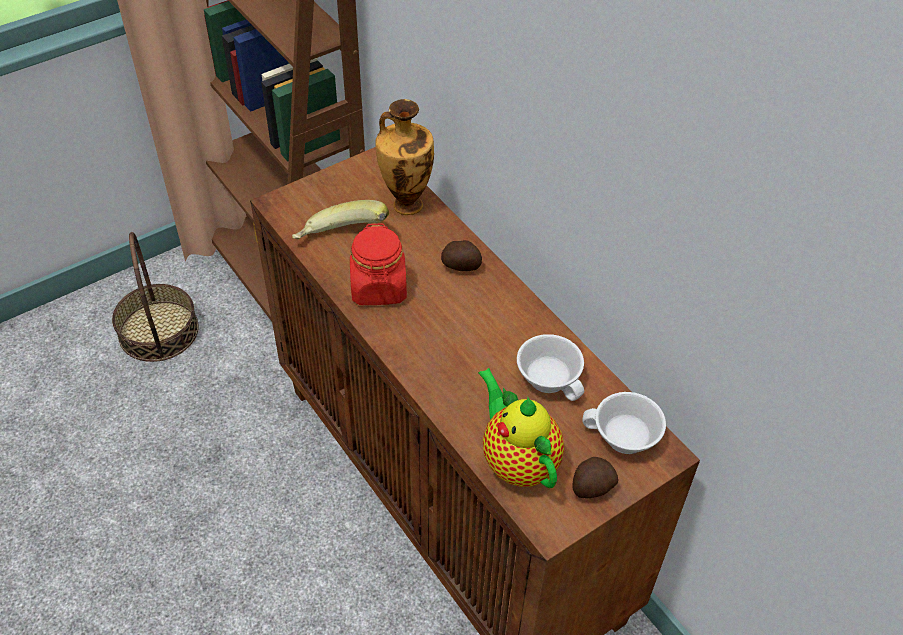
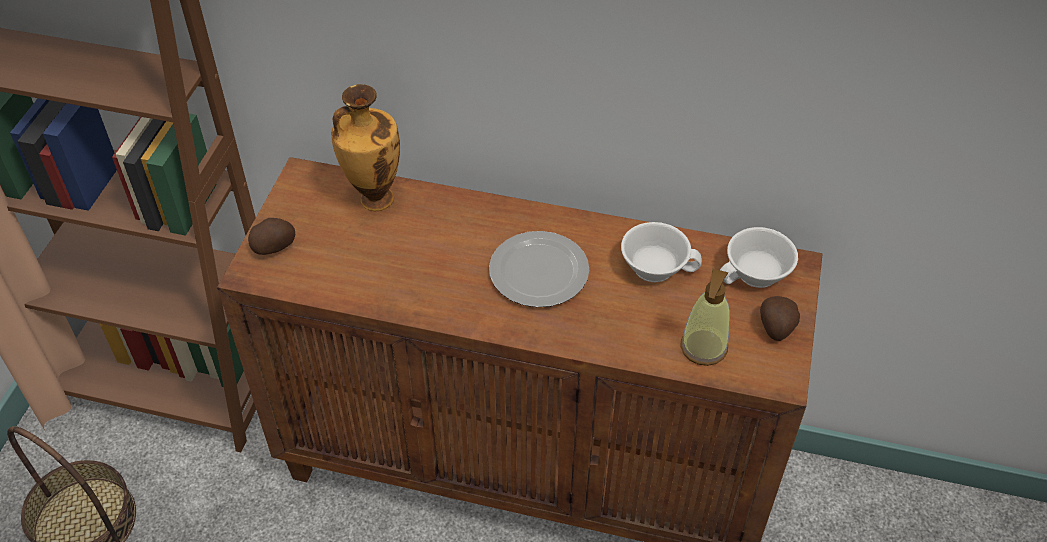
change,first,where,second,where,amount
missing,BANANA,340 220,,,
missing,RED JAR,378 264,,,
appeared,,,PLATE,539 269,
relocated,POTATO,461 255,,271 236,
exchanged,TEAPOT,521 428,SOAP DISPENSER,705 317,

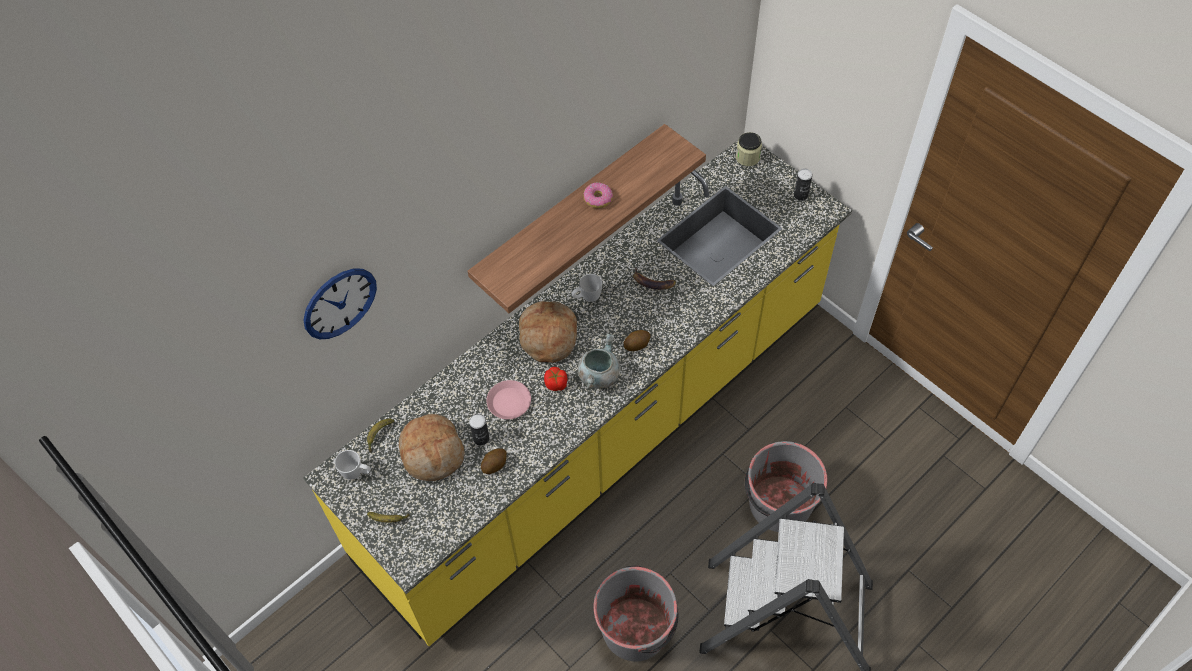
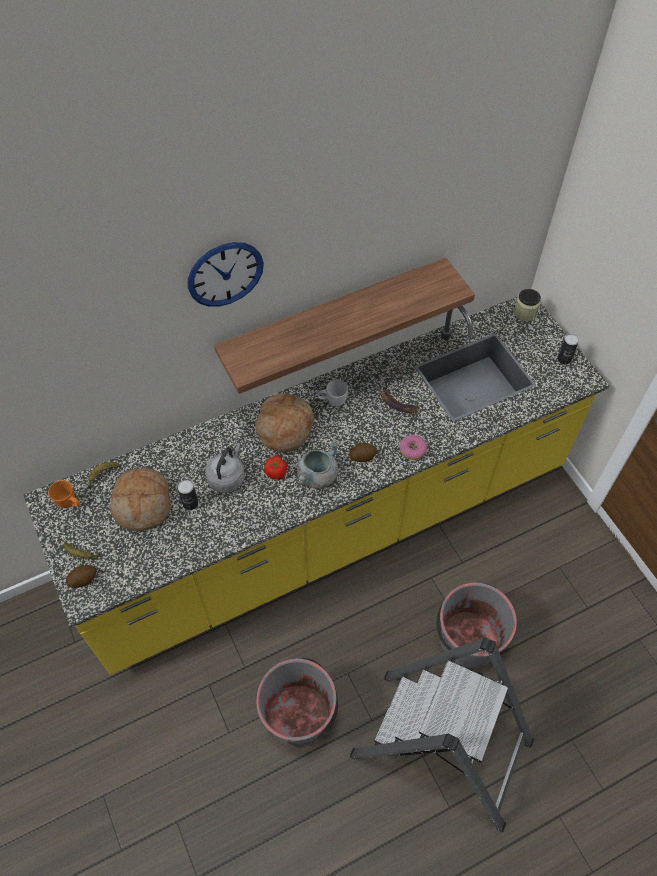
change,first,where,second,where,amount
relocated,WALL CLOCK,340 304,,226 274,
relocated,POTATO,494 461,,81 576,
relocated,DONUT,598 196,,413 447,
exchanged,PINK PLATE,509 399,GREY KETTLE,225 468,
colour,WHITE MUG,353 465,ORANGE MUG,64 494,

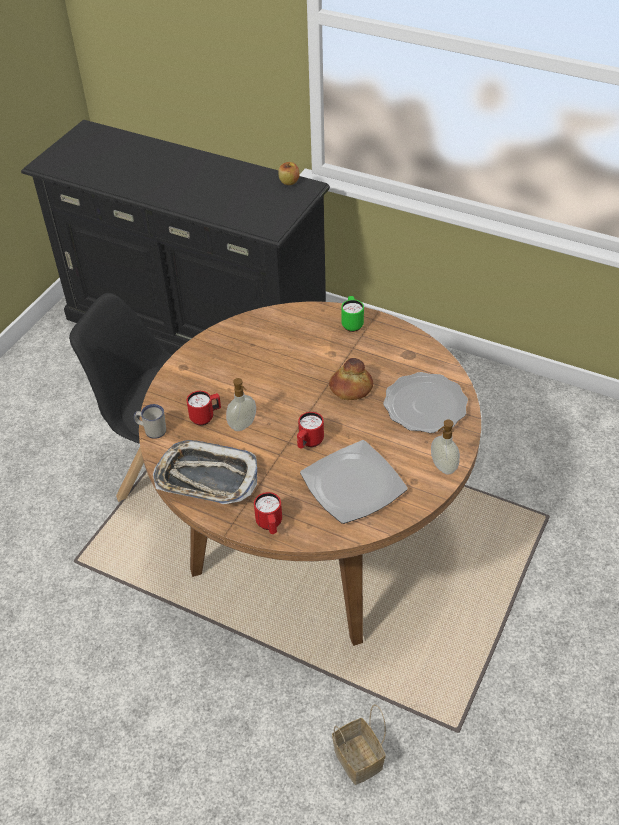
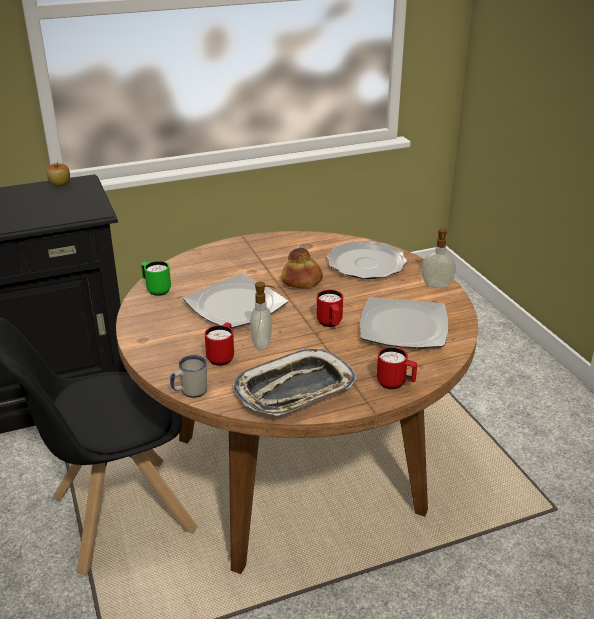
change,first,where,second,where,amount
missing,BASKET,359 744,,,
appeared,,,PLATE,235 301,
relocated,GREEN MUG,352 314,,156 278,

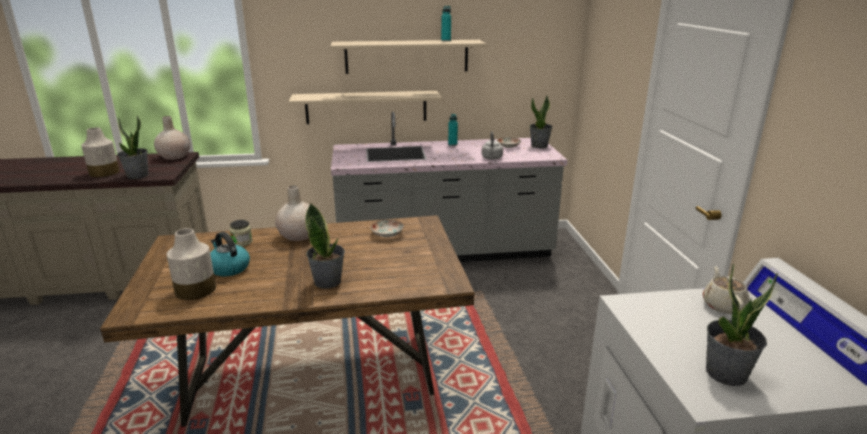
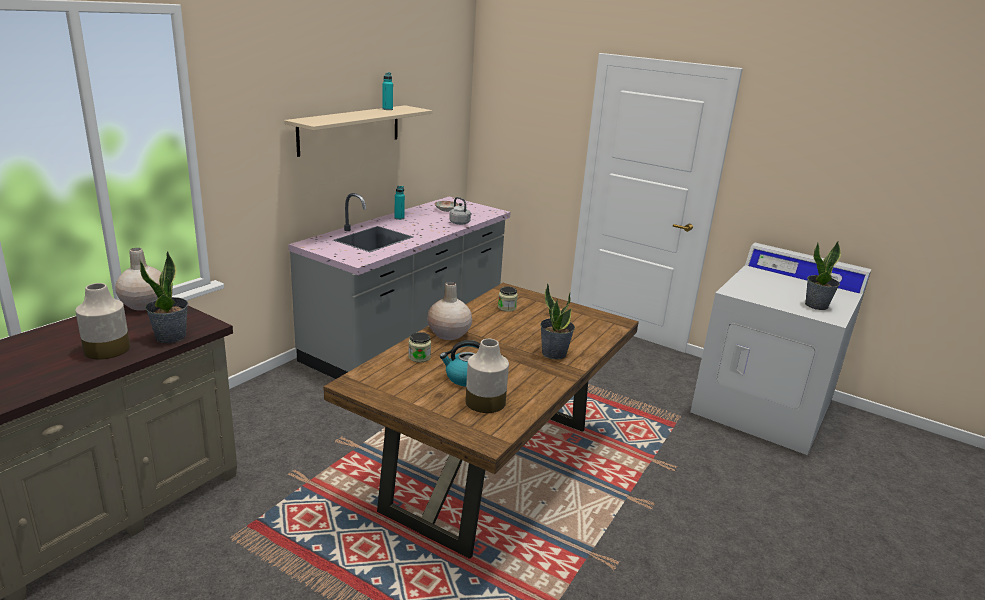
change,first,where,second,where,amount
missing,BEIGE SHELF,365 107,,,
missing,POTTED PLANT,541 121,,,
missing,BEIGE TEAPOT,726 290,,,
exchanged,PLATE,387 228,JAR,508 299,

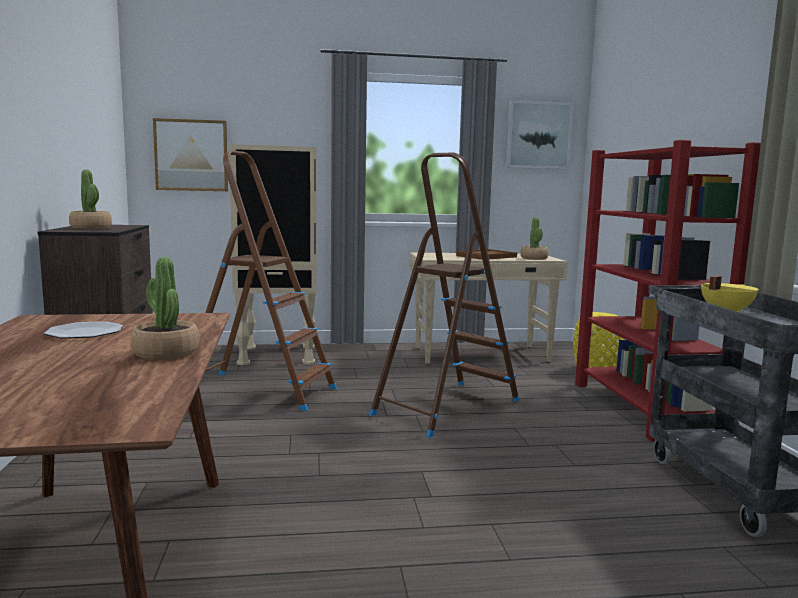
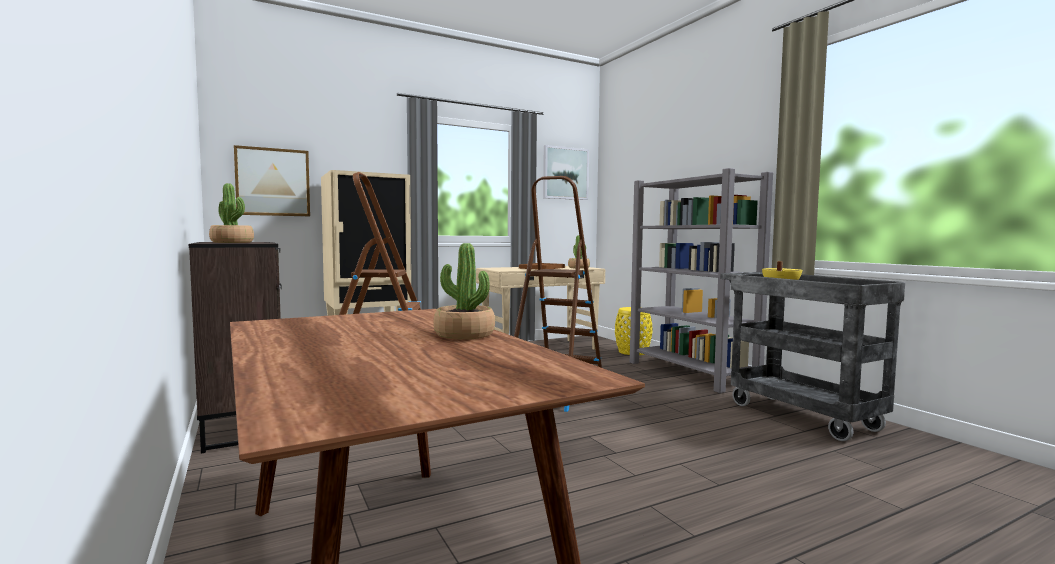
change,first,where,second,where,amount
missing,PLATE,83 329,,,
colour,RED BOOKCASE,668 291,GREY BOOKCASE,701 280,

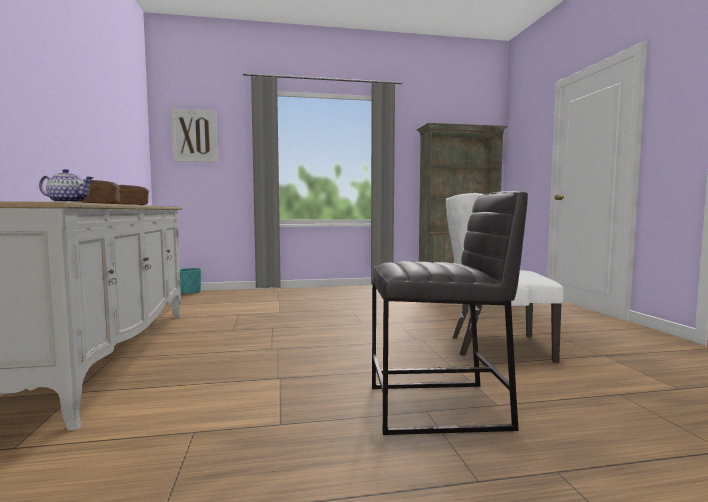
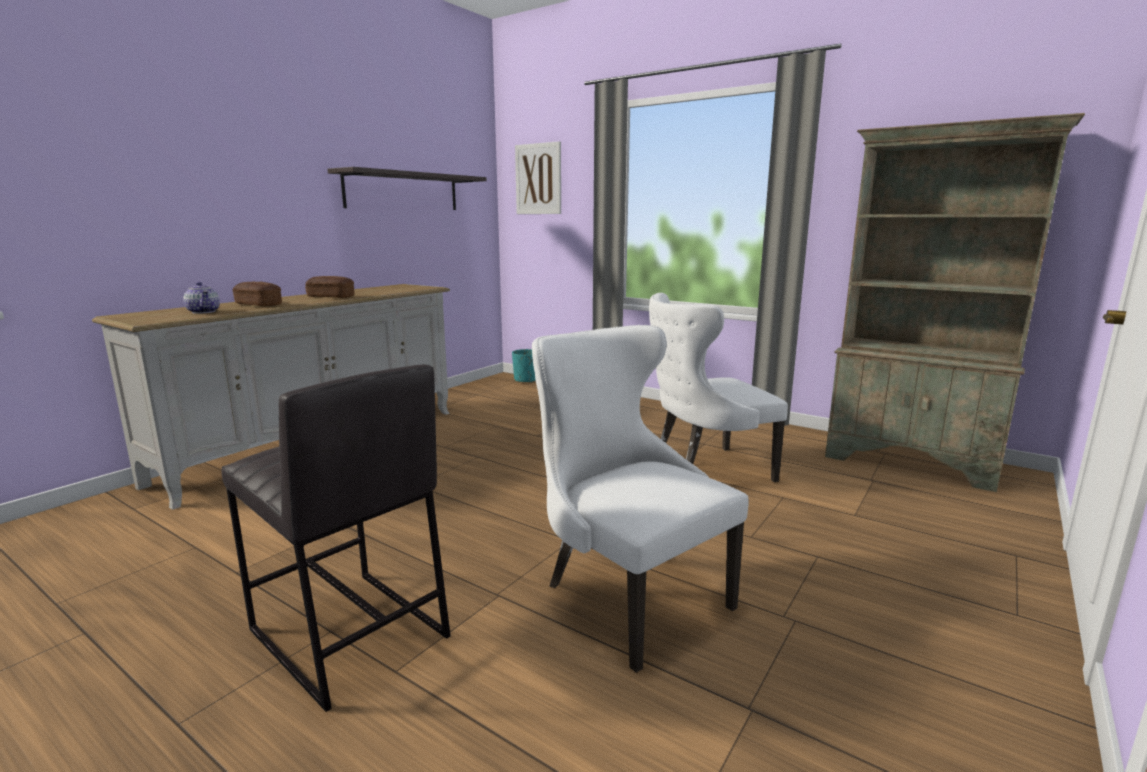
change,first,where,second,where,amount
appeared,,,SHELF,407 188,
appeared,,,WHITE CHAIR,718 387,

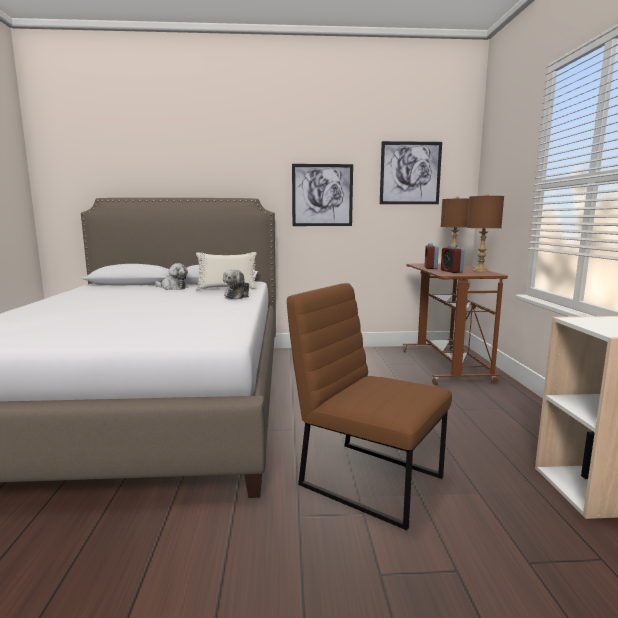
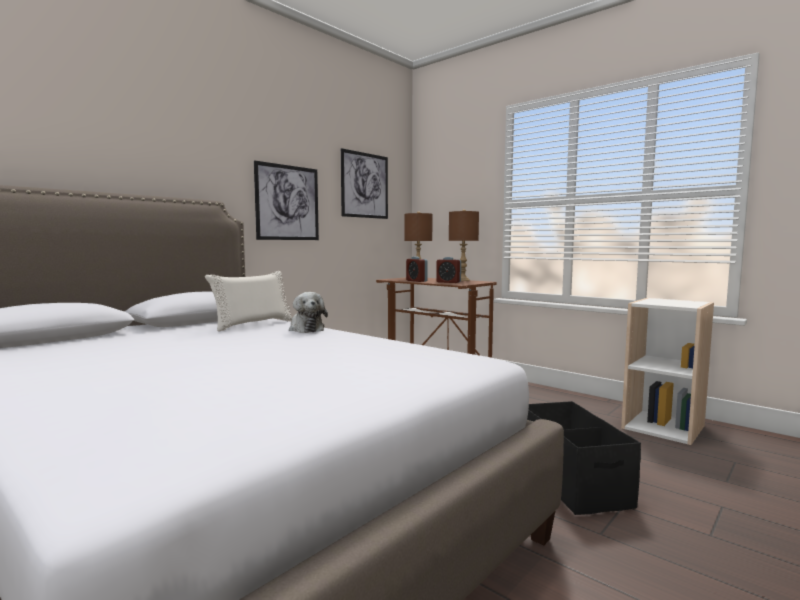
change,first,where,second,where,amount
missing,PLUSH TOY,171 276,,,
exchanged,BROWN CHAIR,369 406,BLACK STORAGE BOX,584 458,

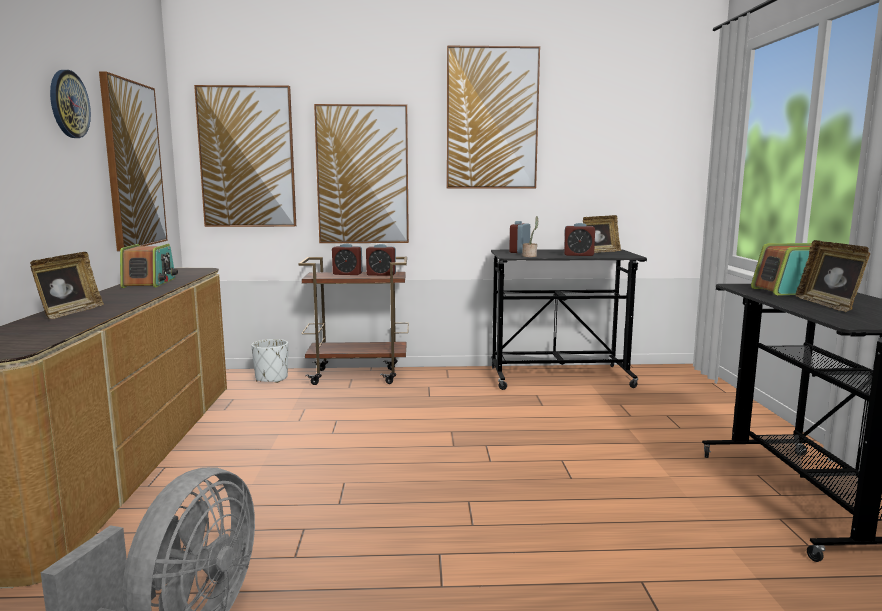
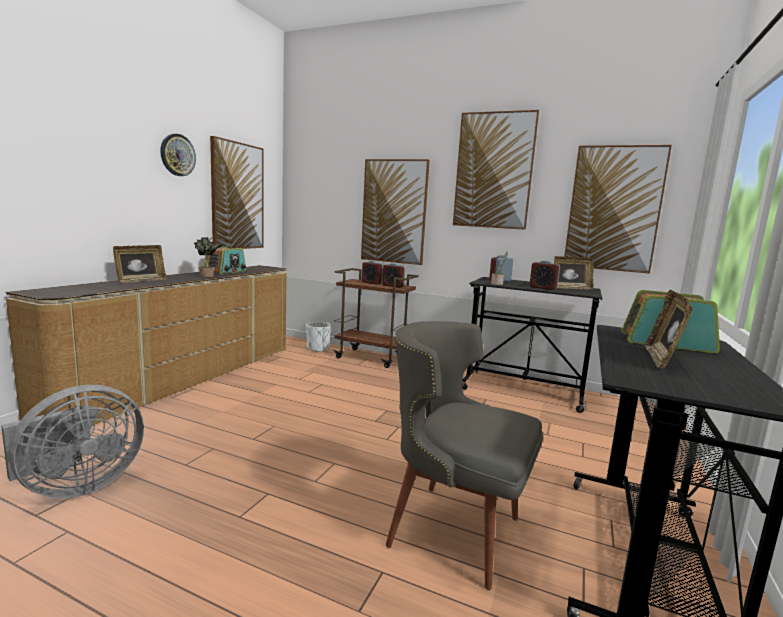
change,first,where,second,where,amount
appeared,,,POTTED PLANT,209 257,
appeared,,,GREY CHAIR,464 455,
relocated,PICTURE,245 156,,618 209,

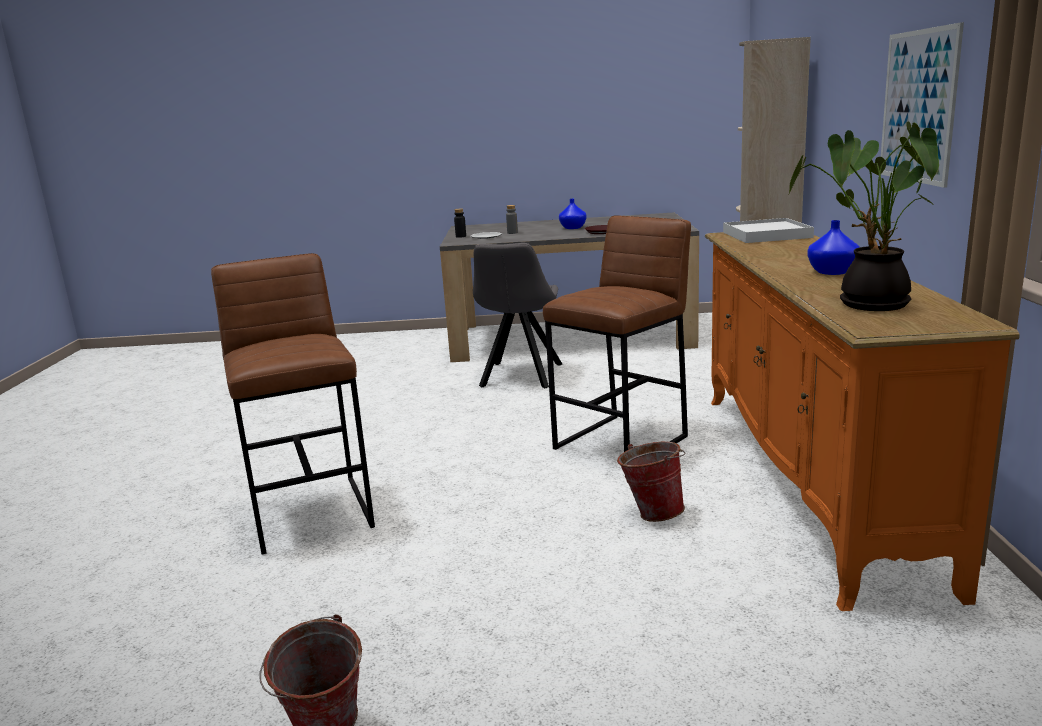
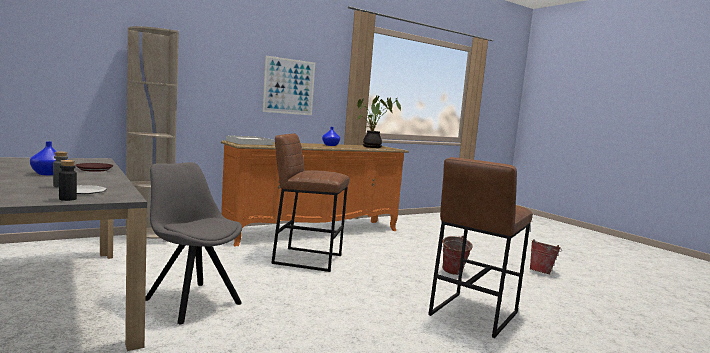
change,first,where,second,where,amount
relocated,BUCKET,651 482,,457 255,
spun,GREY CHAIR,517 315,,193 243,120 degrees counterclockwise

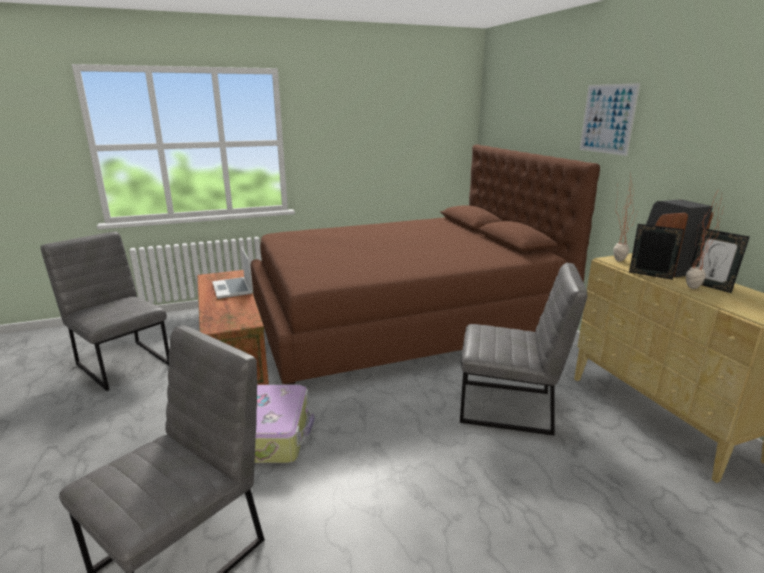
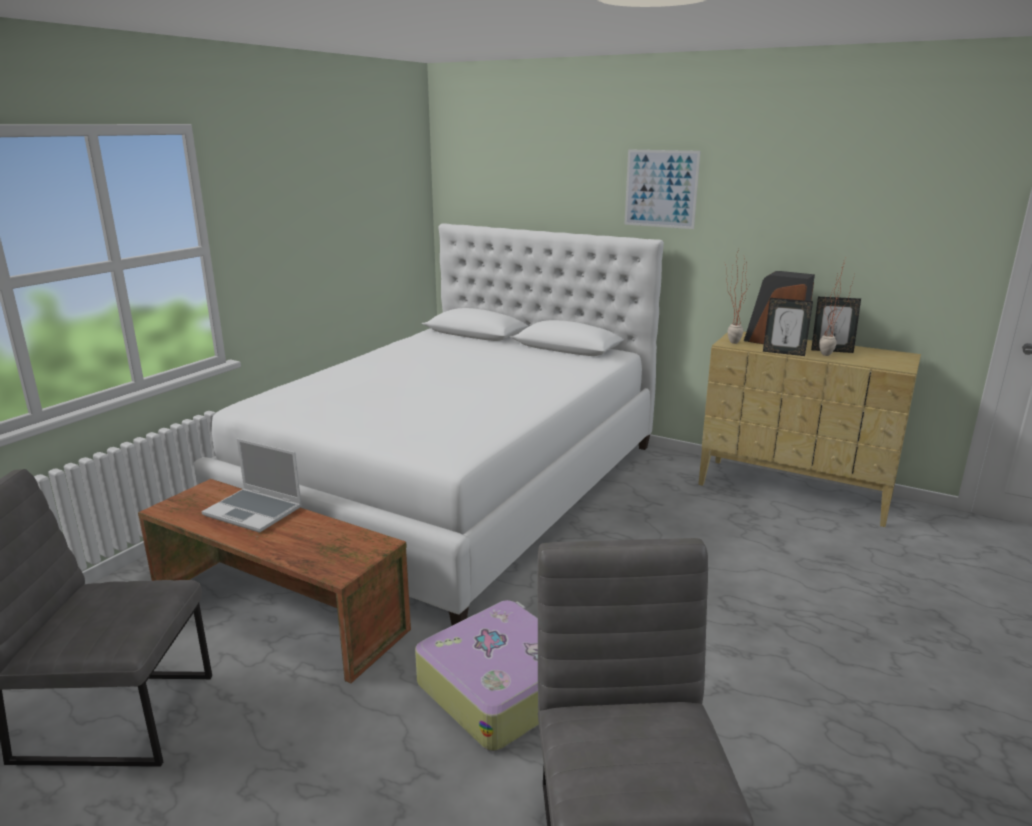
change,first,where,second,where,amount
missing,GREY CHAIR,523 349,,,
colour,BROWN BED,425 264,WHITE BED,429 424,
spun,PICTURE FRAME,656 252,,788 327,150 degrees counterclockwise

